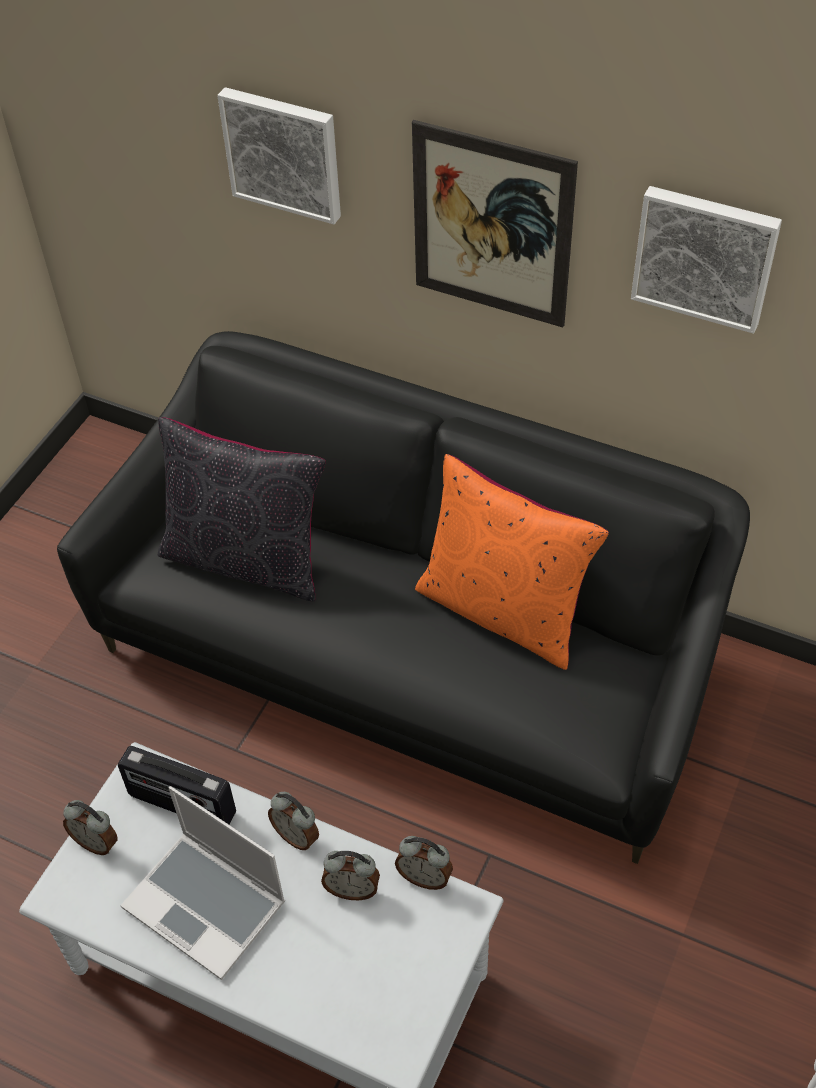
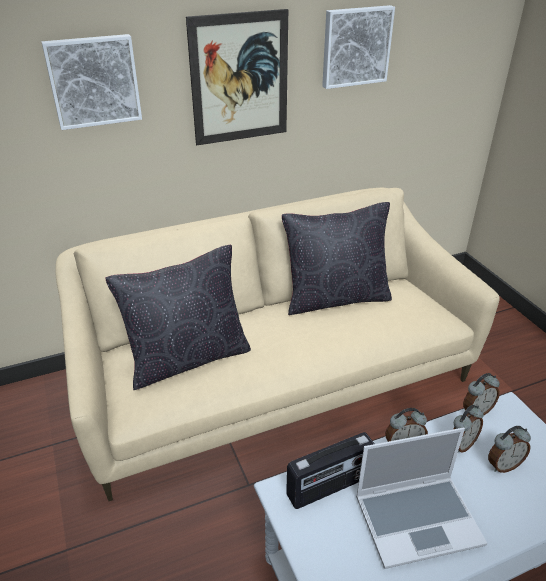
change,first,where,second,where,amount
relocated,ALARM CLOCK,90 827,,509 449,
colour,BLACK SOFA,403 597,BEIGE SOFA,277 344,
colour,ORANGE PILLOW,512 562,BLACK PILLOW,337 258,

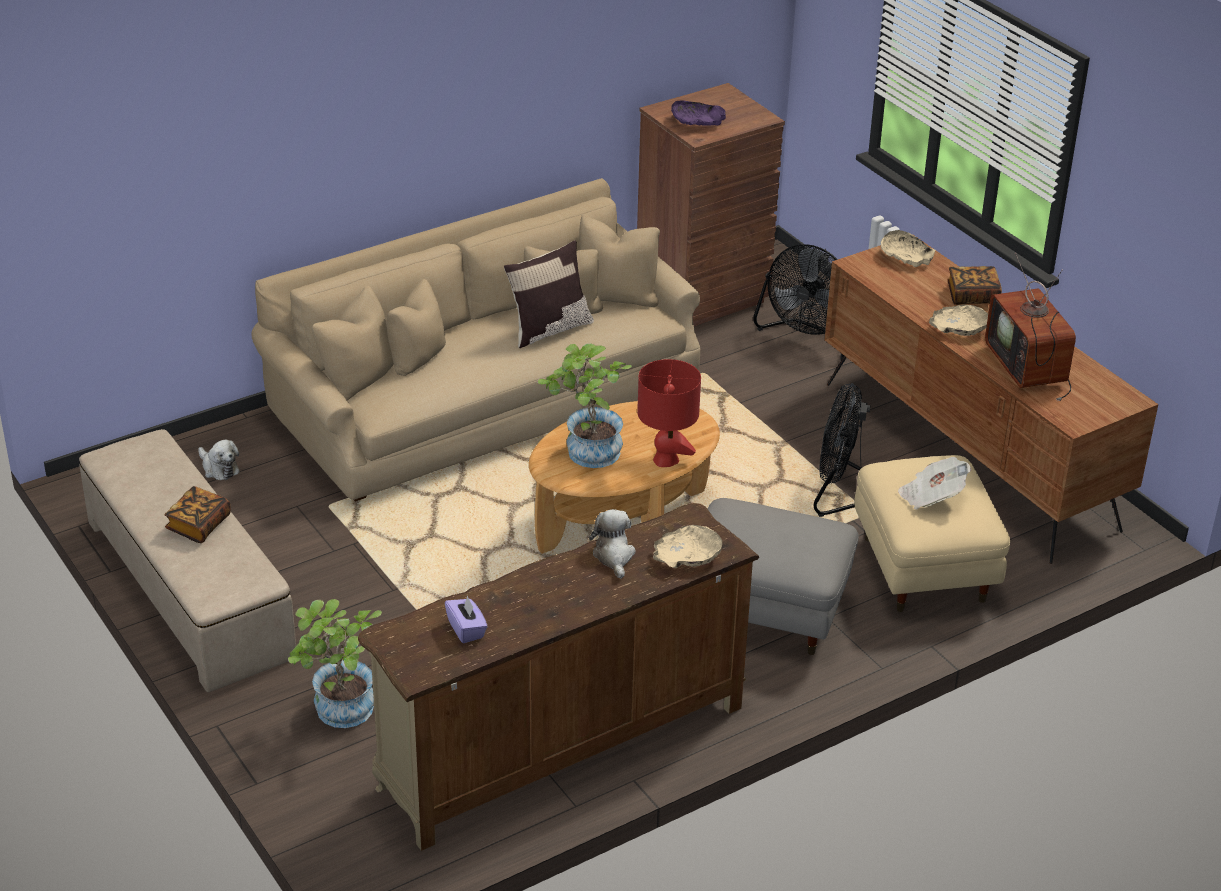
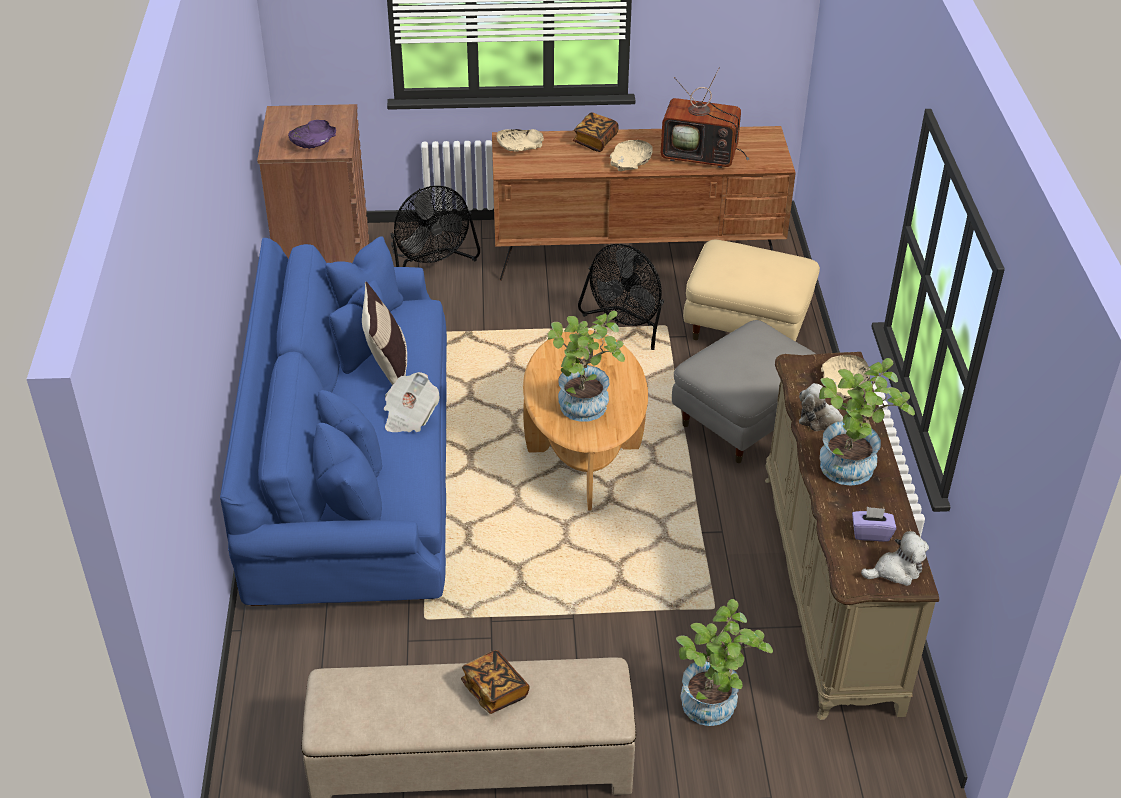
change,first,where,second,where,amount
missing,RED TABLE LAMP,669 413,,,
appeared,,,POTTED PLANT,867 422,
relocated,PLUSH TOY,219 460,,895 558,
relocated,NEWSPAPER,934 483,,412 402,
colour,BEIGE SOFA,476 340,BLUE SOFA,333 421,

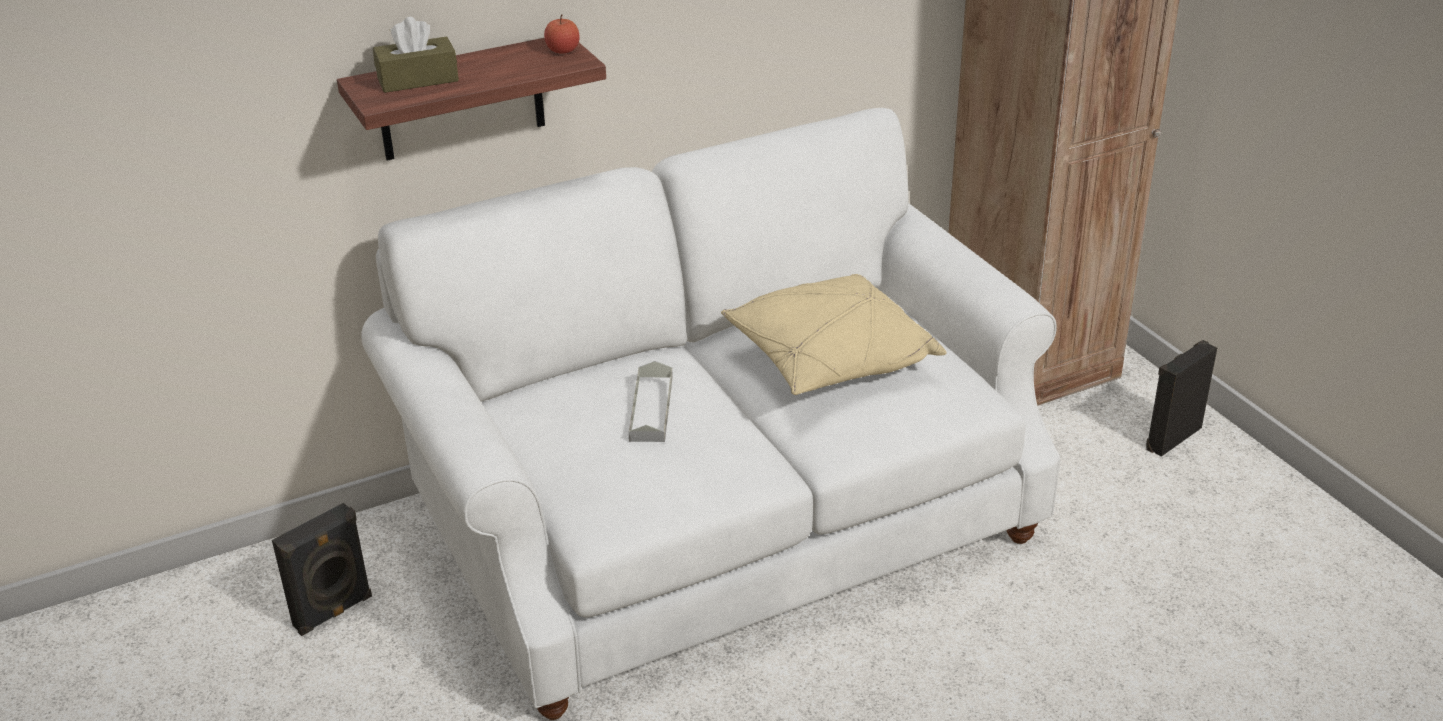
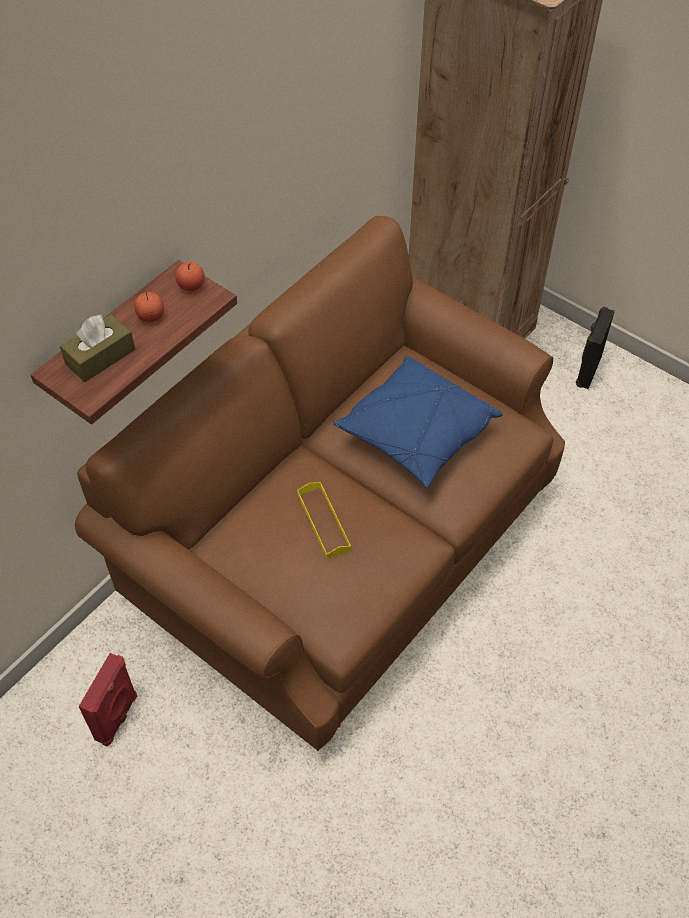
change,first,where,second,where,amount
appeared,,,APPLE,149 307,
colour,BLACK SPEAKER,322 569,RED SPEAKER,108 699,
colour,WHITE SOFA,710 414,BROWN SOFA,320 483,
colour,GREY TRAY,650 401,YELLOW TRAY,324 520,
colour,BEIGE PILLOW,834 334,BLUE PILLOW,418 422,

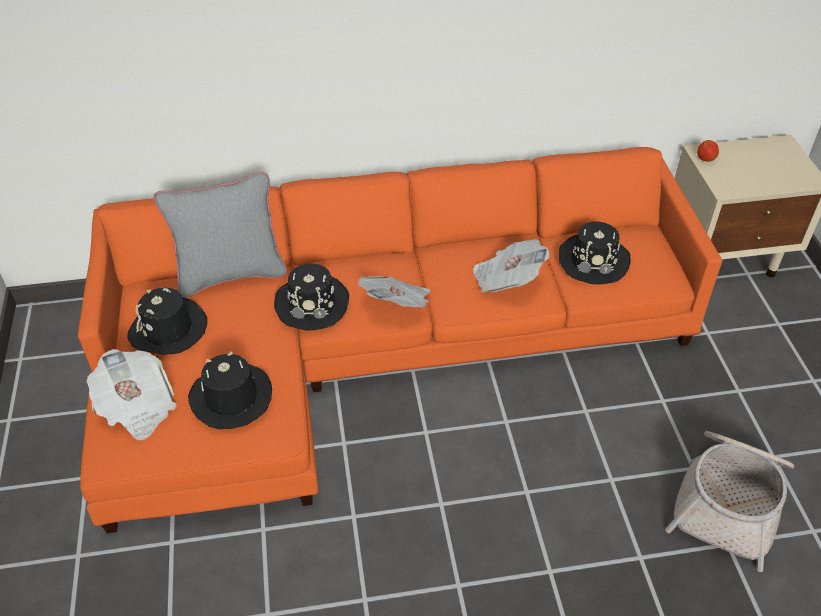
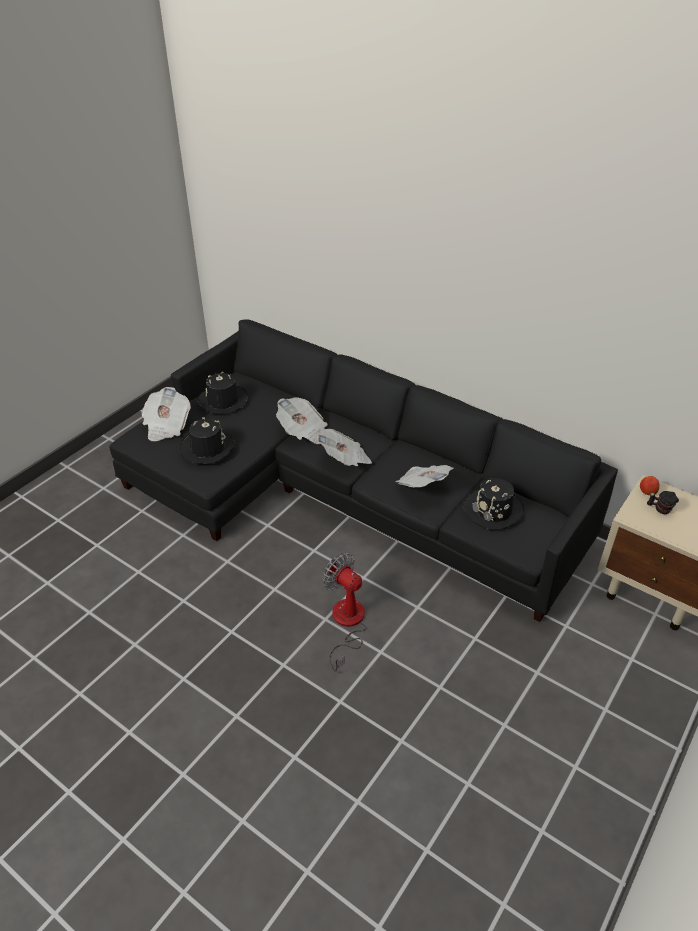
change,first,where,second,where,amount
missing,GREY PILLOW,220 235,,,
missing,BASKET,729 501,,,
appeared,,,FAN,344 612,
appeared,,,MUG,663 502,
exchanged,BLACK HAT,311 296,NEWSPAPER,301 420,
colour,ORANGE SOFA,400 340,BLACK SOFA,363 470,

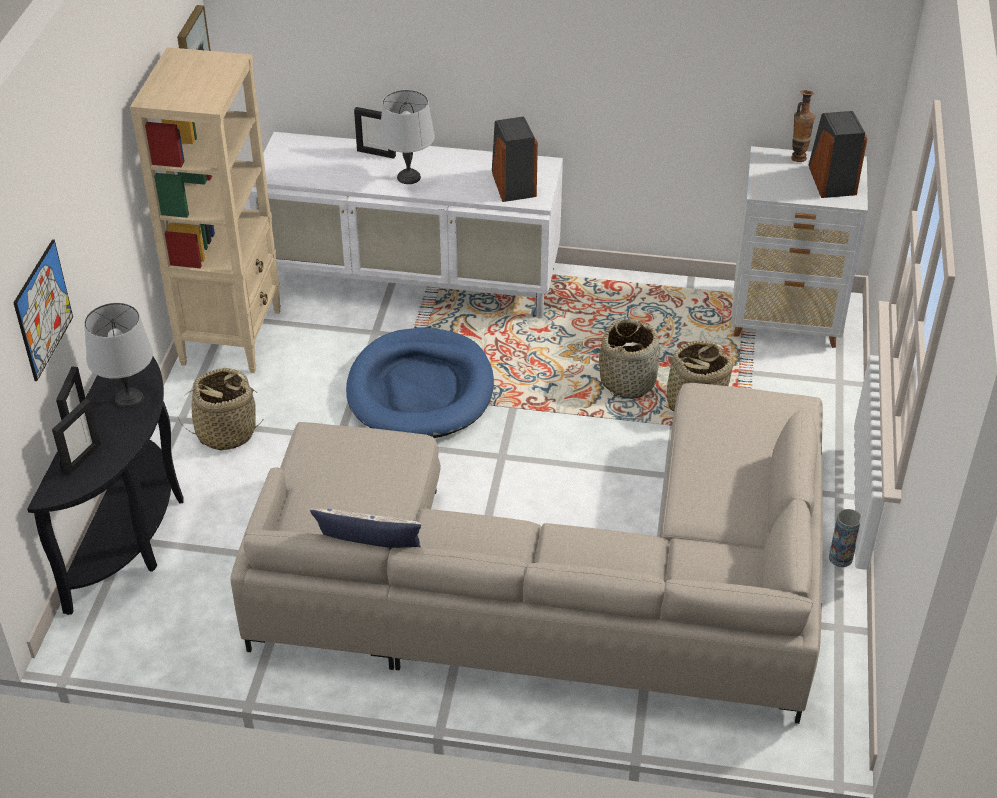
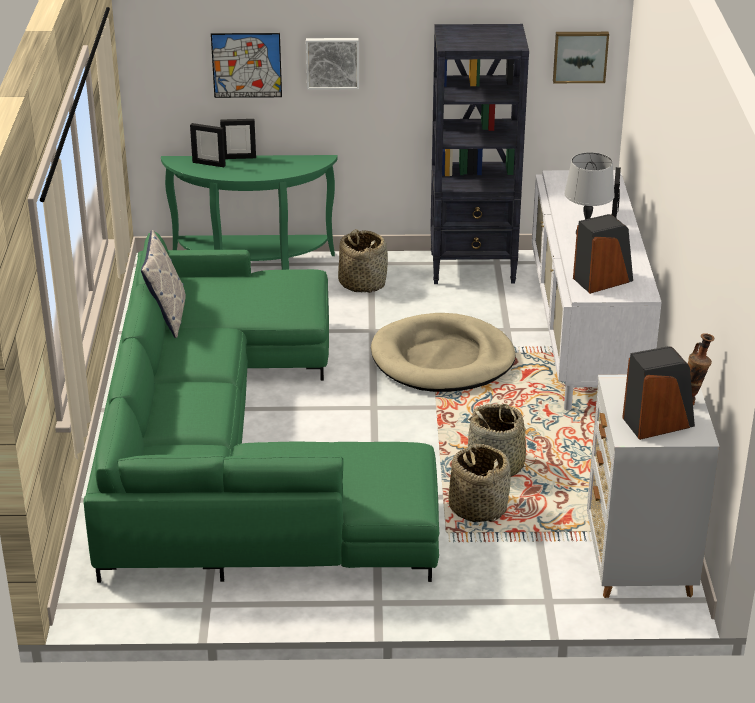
change,first,where,second,where,amount
missing,GREY TABLE LAMP,118 355,,,
missing,VASE,845 538,,,
appeared,,,PICTURE,332 64,
colour,BLACK CONSOLE TABLE,105 486,GREEN CONSOLE TABLE,249 212,
colour,BEIGE BOOKCASE,205 210,BLACK BOOKCASE,479 154,
colour,BEIGE SOFA,526 553,GREEN SOFA,261 407,
colour,BLUE DOG BED,420 383,BEIGE DOG BED,443 352,

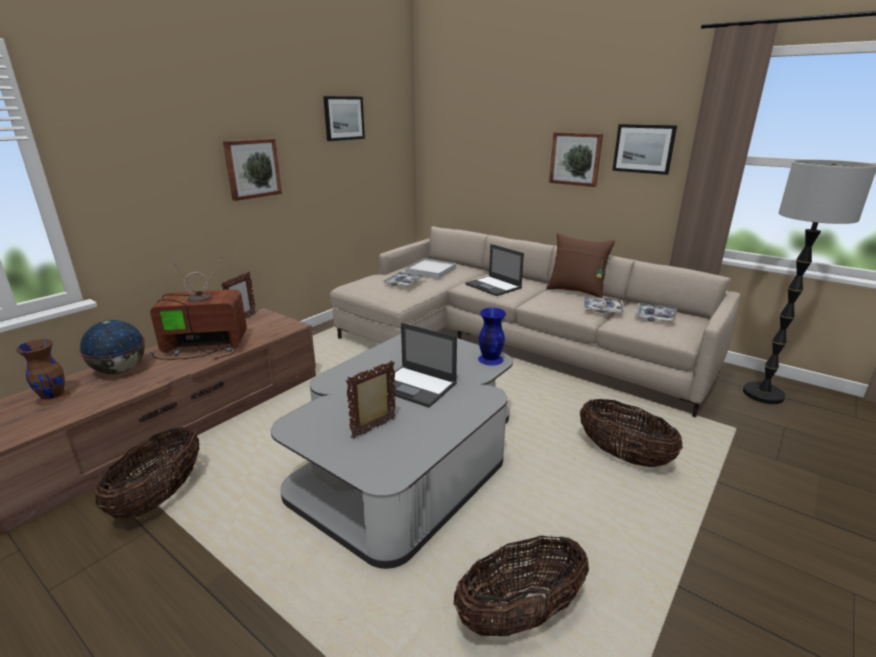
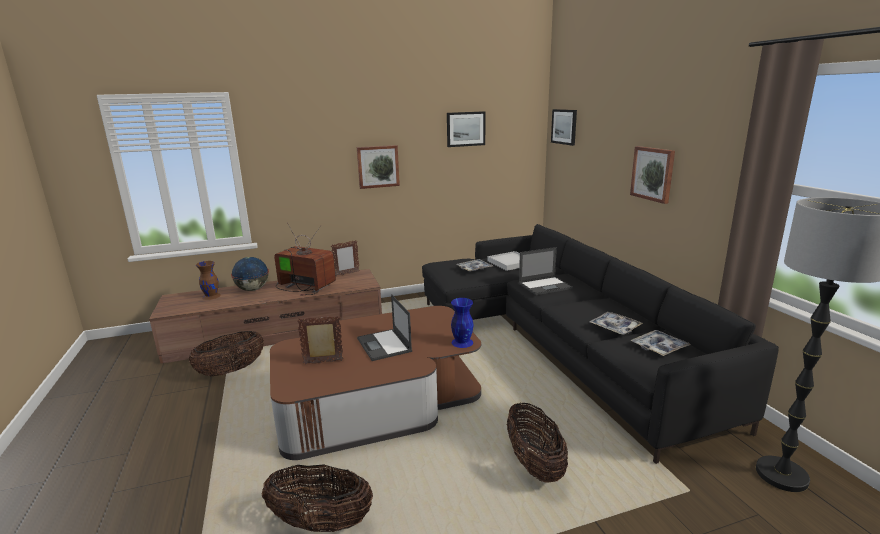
change,first,where,second,where,amount
missing,BROWN PILLOW,580 265,,,
relocated,PICTURE,644 149,,564 127,
colour,GREY COFFEE TABLE,392 449,BROWN COFFEE TABLE,375 383,
colour,BEIGE SOFA,535 322,BLACK SOFA,600 344,
spun,LAPTOP,494 270,,546 271,105 degrees counterclockwise

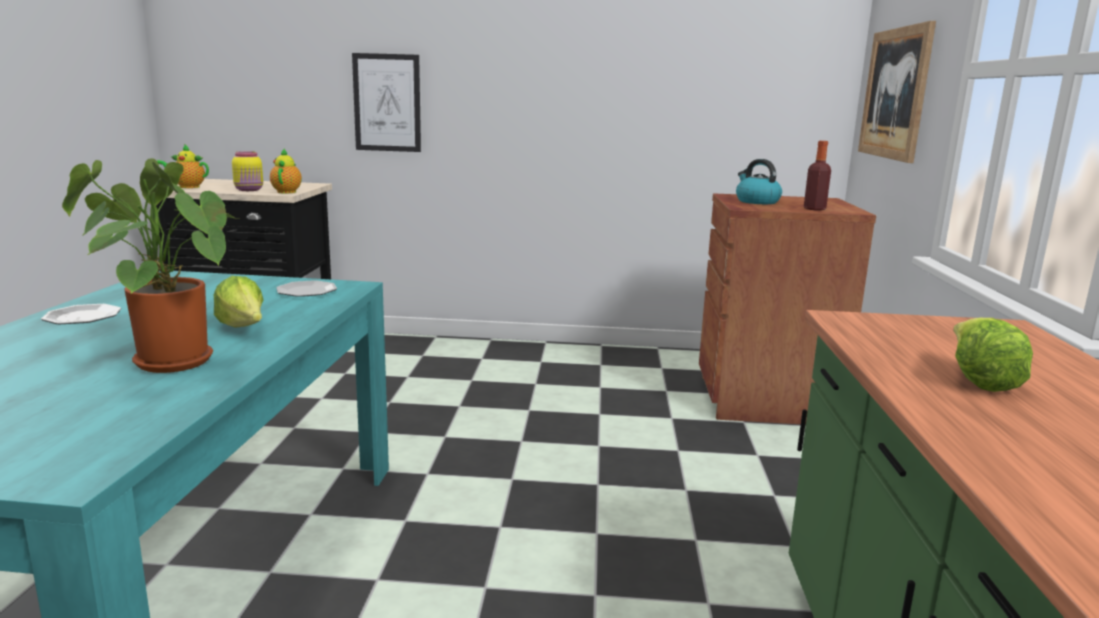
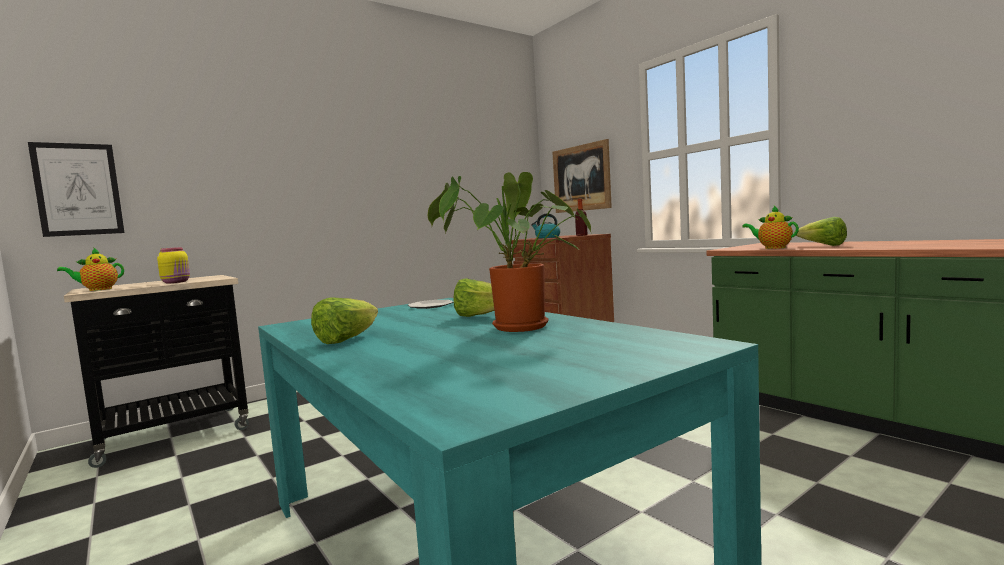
change,first,where,second,where,amount
relocated,TEAPOT,286 171,,770 227,
relocated,PICTURE,386 102,,76 189,
exchanged,PLATE,81 314,LETTUCE,344 320,

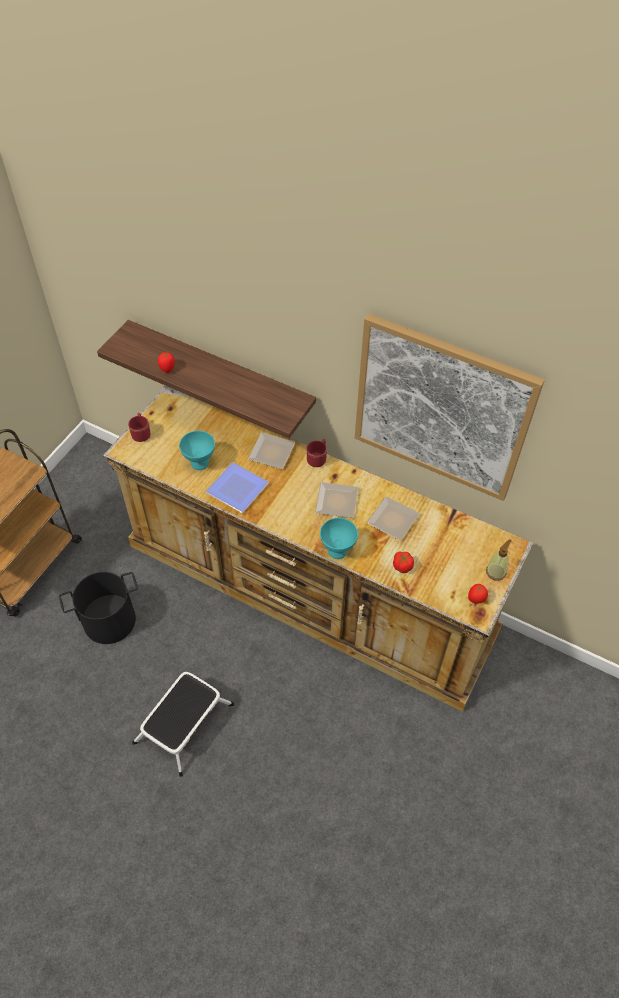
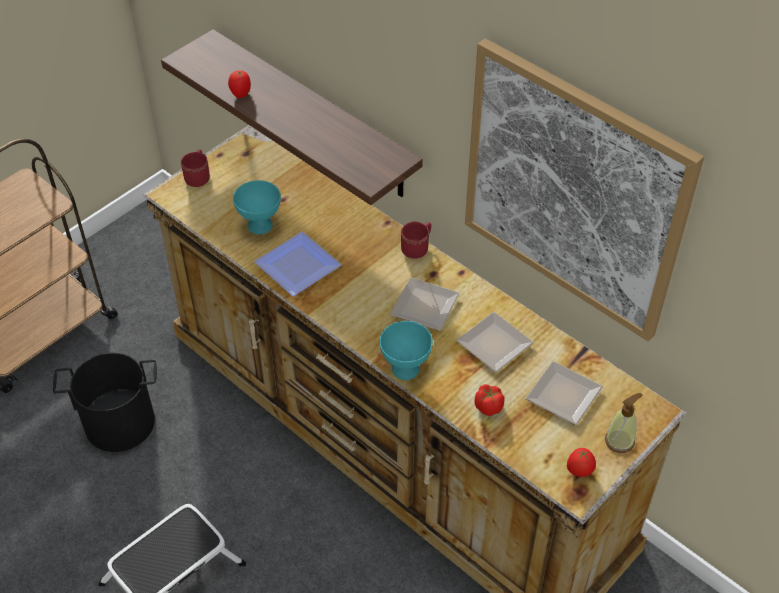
change,first,where,second,where,amount
relocated,PLATE,271 450,,564 393,

